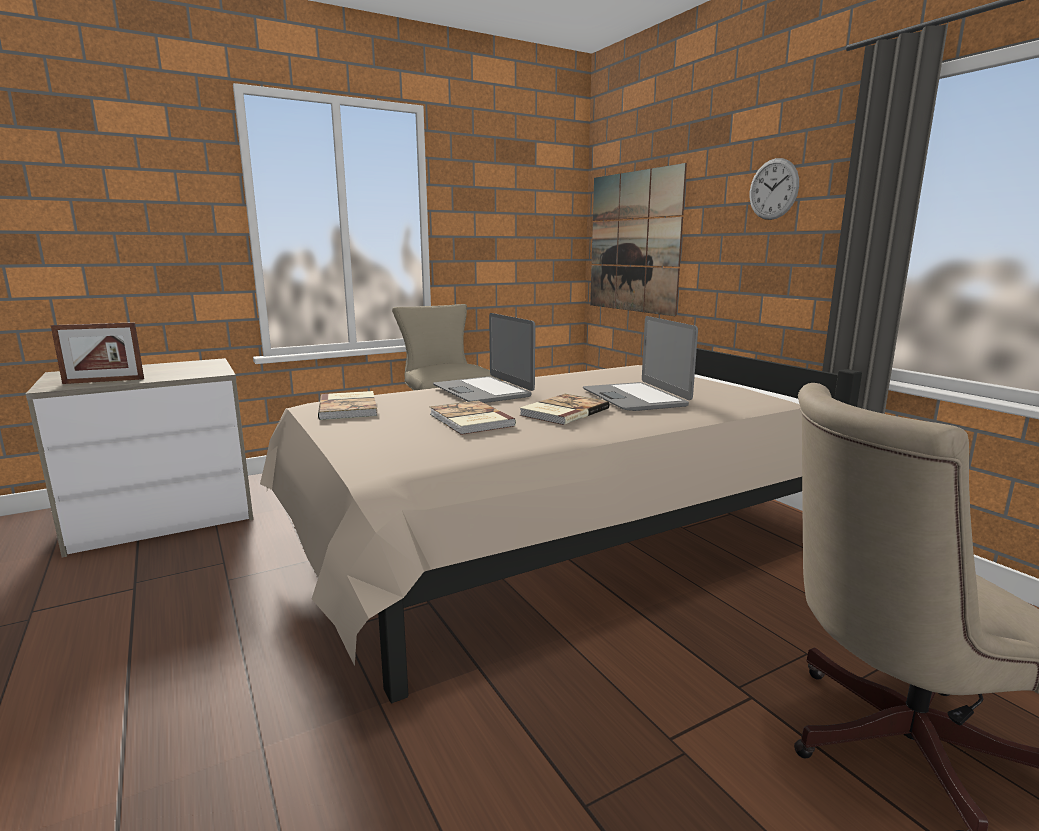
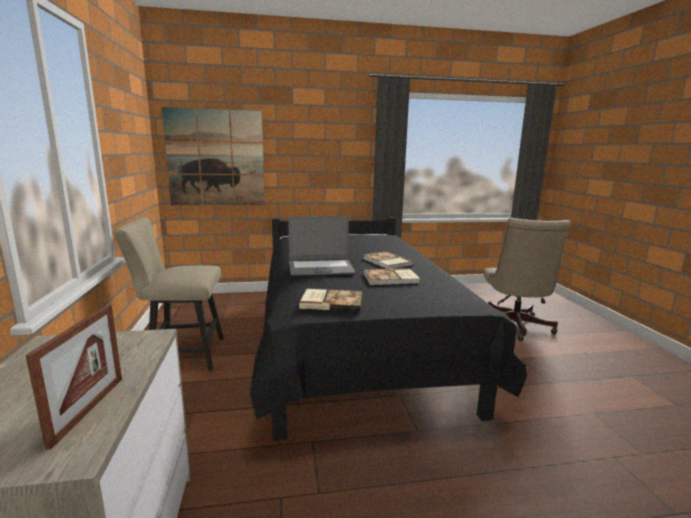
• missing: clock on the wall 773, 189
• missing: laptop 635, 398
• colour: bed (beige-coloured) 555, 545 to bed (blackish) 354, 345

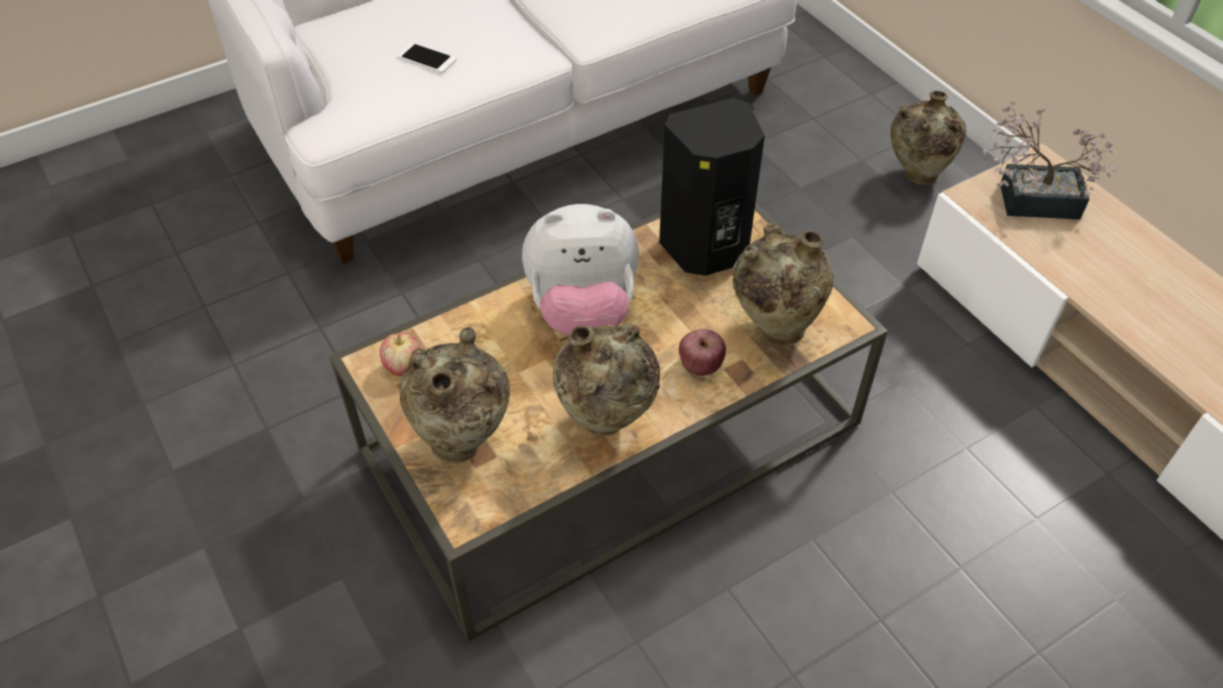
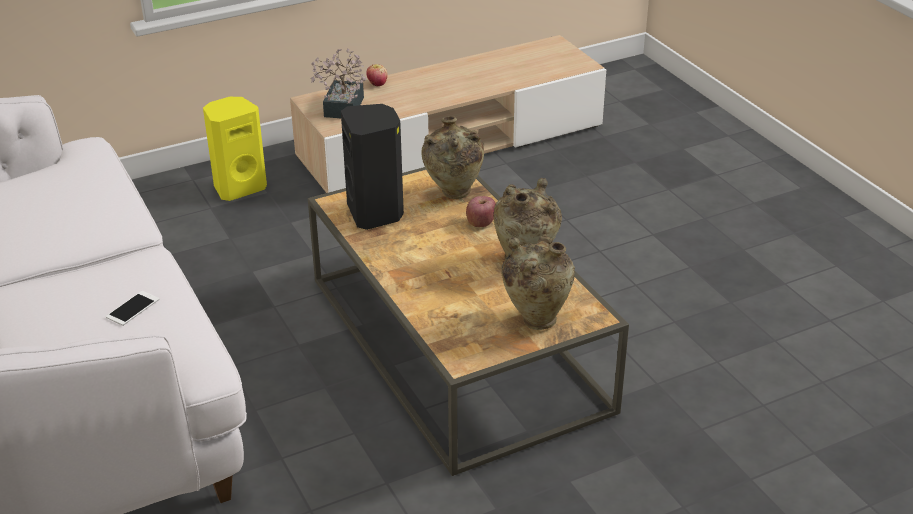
• exchanged: flower vase (beige-coloured) 915, 176 to speaker (yellow) 238, 187
• missing: plush toy 582, 311
• relocated: whole apple 403, 367 to 377, 84

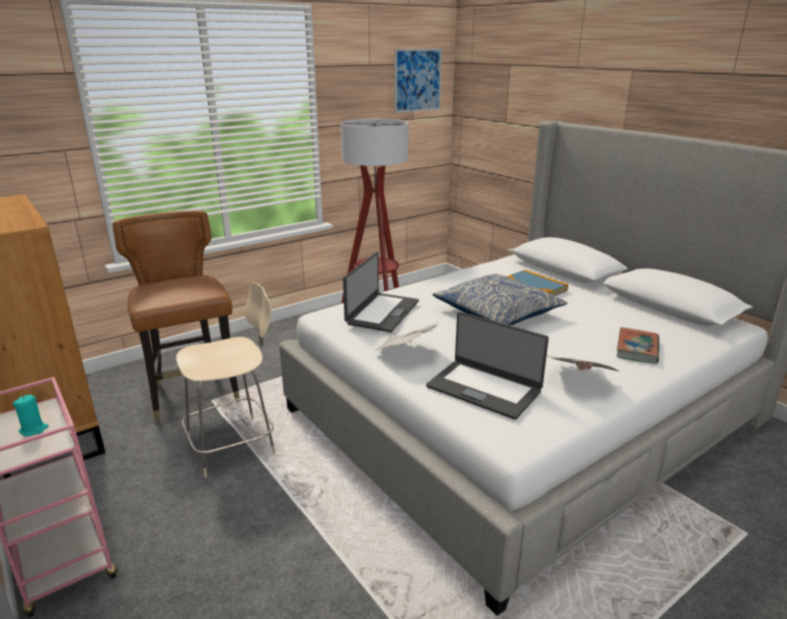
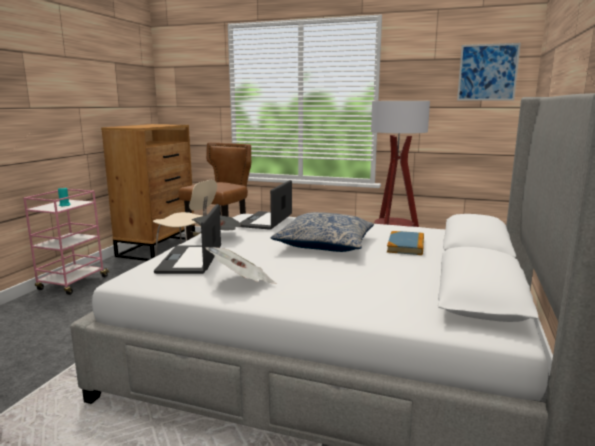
• spun: laptop 382, 312 = 266, 221 120 degrees clockwise
• missing: book 637, 349

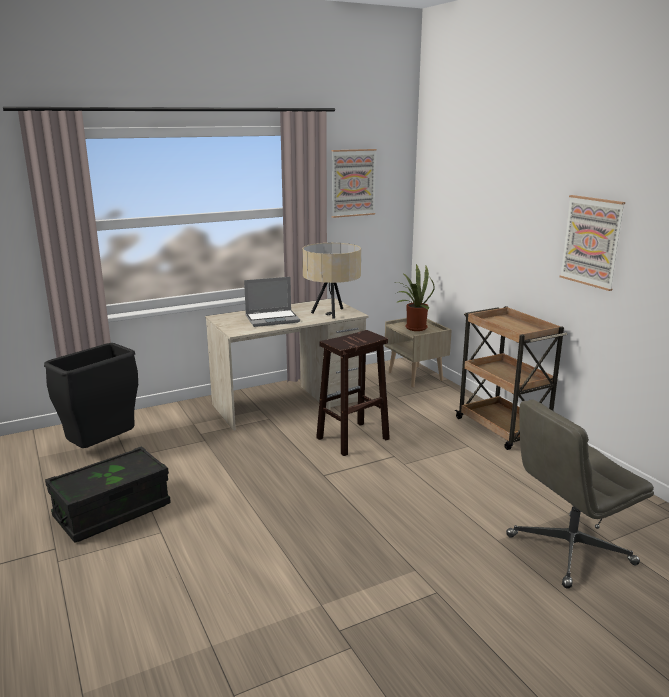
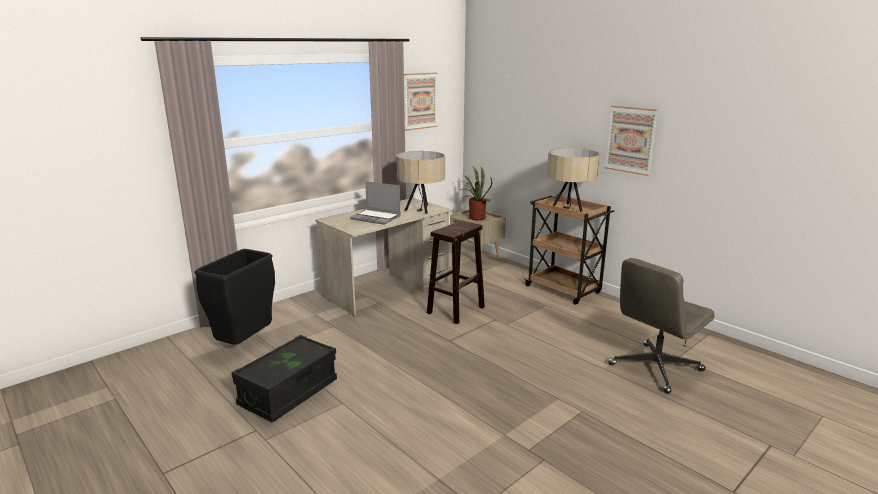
• spun: laptop 273, 319 = 376, 218 60 degrees clockwise
• appeared: table lamp (beige-coloured) 569, 209

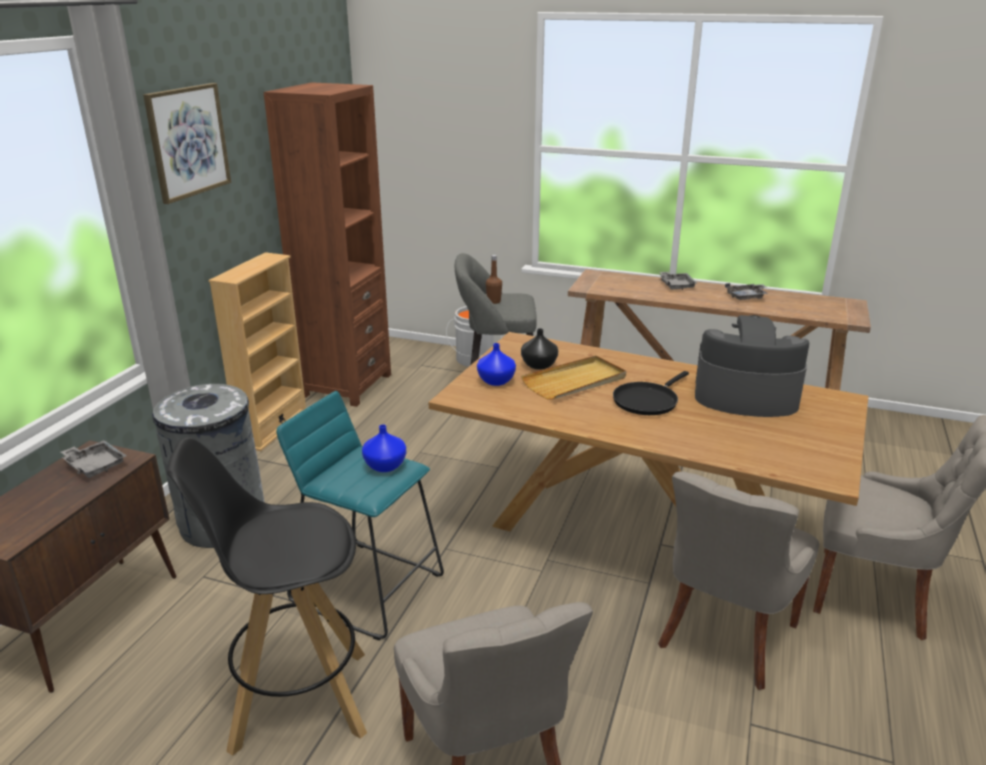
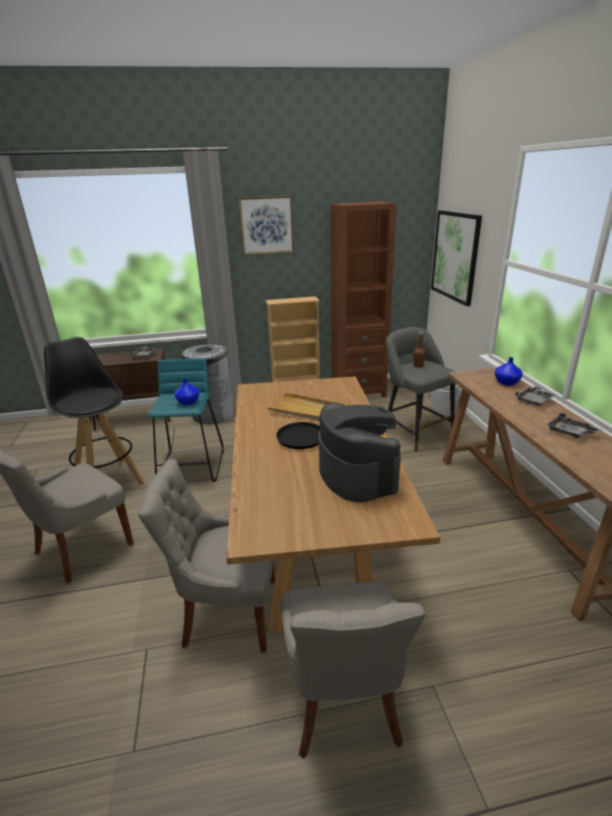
• missing: flower vase (blackish) 539, 365
• relocated: flower vase (bluish) 495, 381 to 506, 382
• appeared: wall art 455, 256

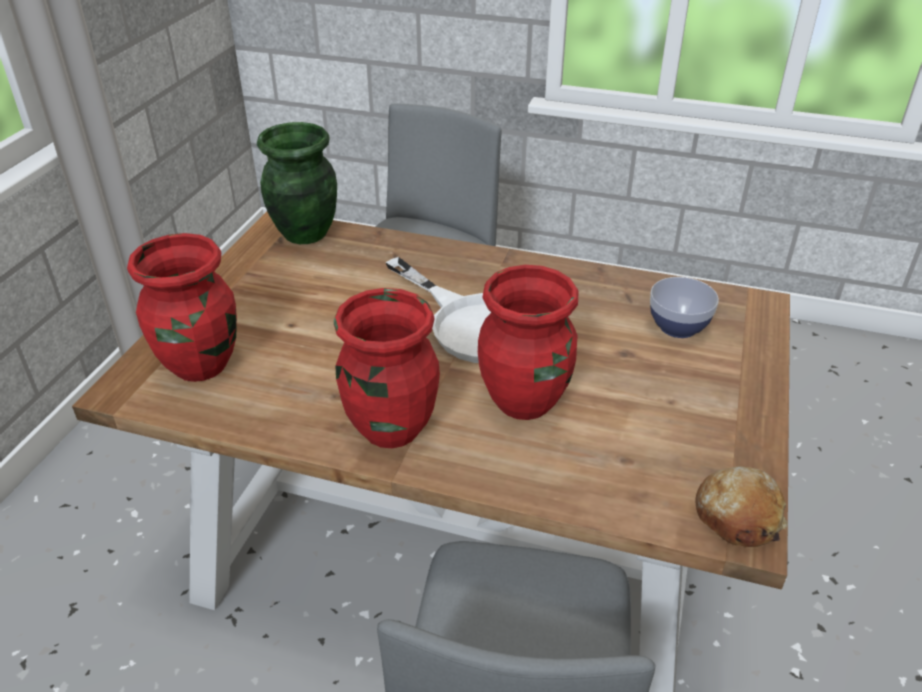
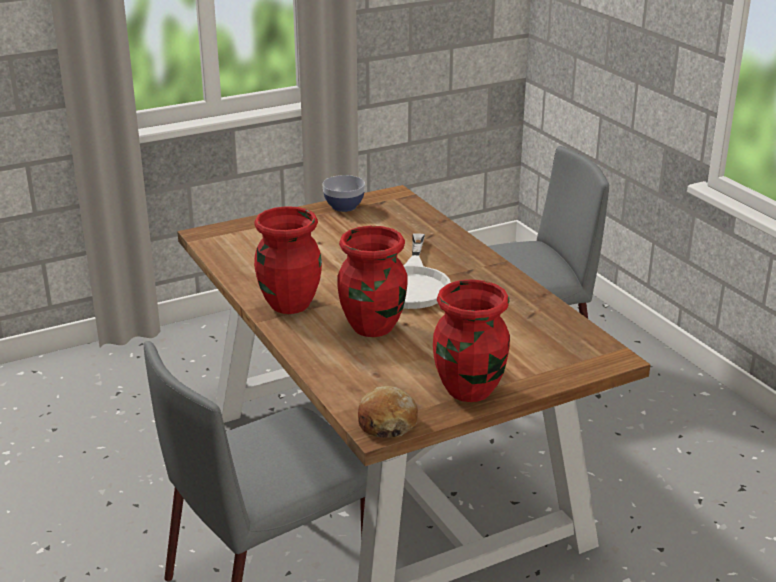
• missing: flower vase (greenish) 304, 234
• relocated: flower vase (red-coloured) 202, 365 to 470, 390
• relocated: serving bowl 678, 327 to 344, 206

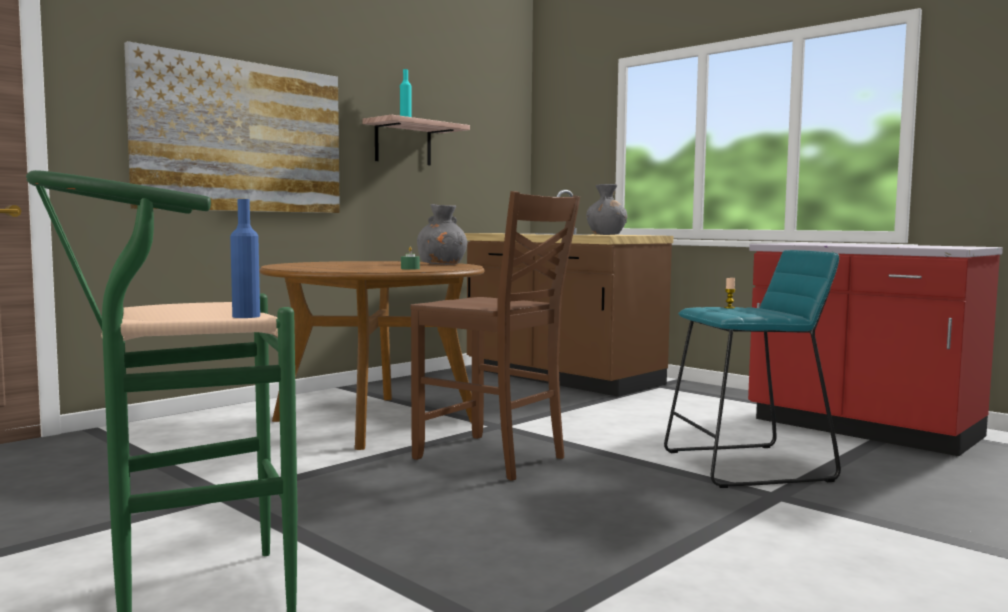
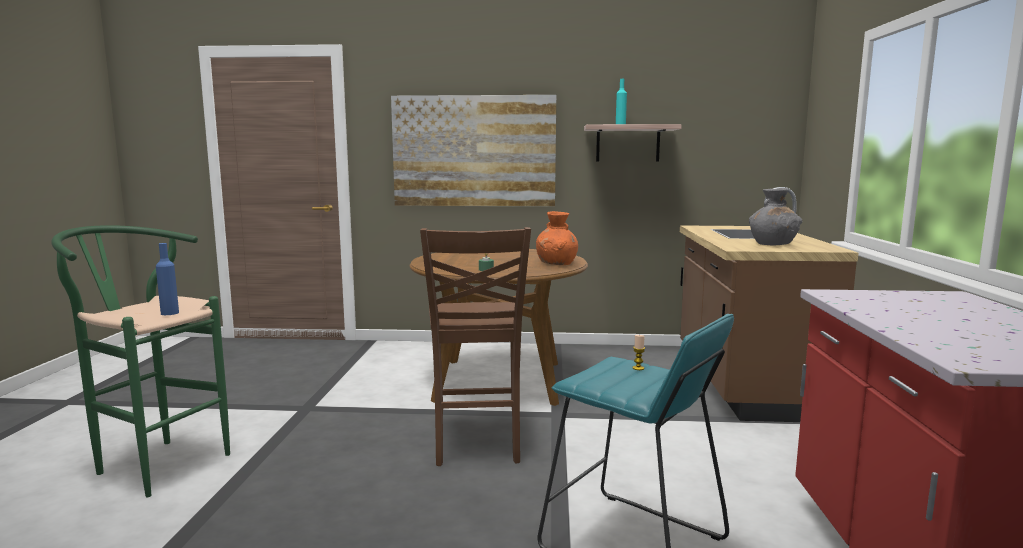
• colour: flower vase (greyish) 442, 264 to flower vase (orange-coloured) 557, 263

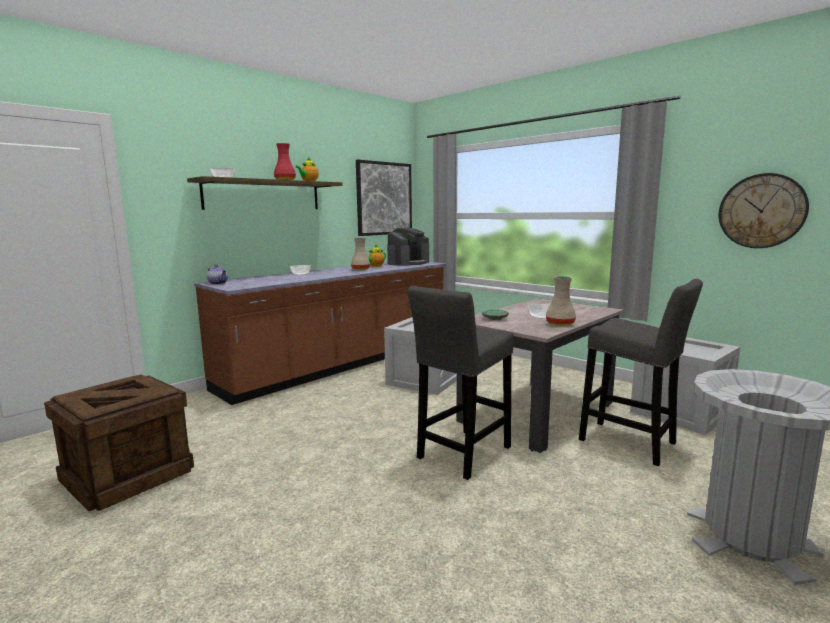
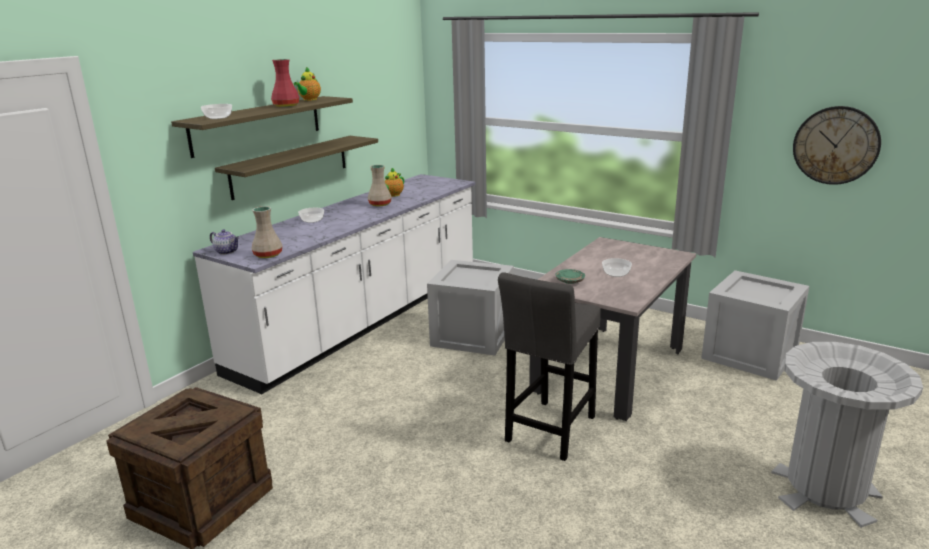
• missing: wall art 384, 198
• missing: coffee maker 408, 263
• colour: kitchen counter (brown-coloured) 342, 365 to kitchen counter (white) 364, 320
• relocated: flower vase (beige-coloured) 559, 324 to 267, 255
• missing: sitting stool (greyish) 632, 444
• appeared: bracket shelf 290, 166

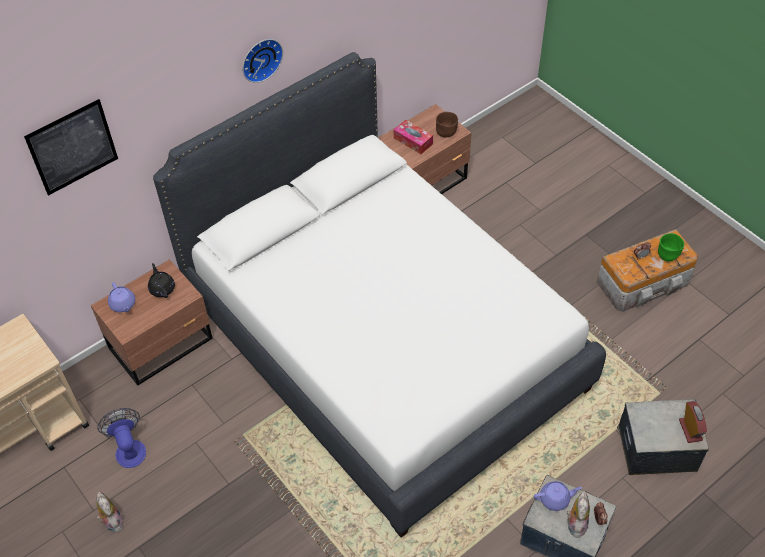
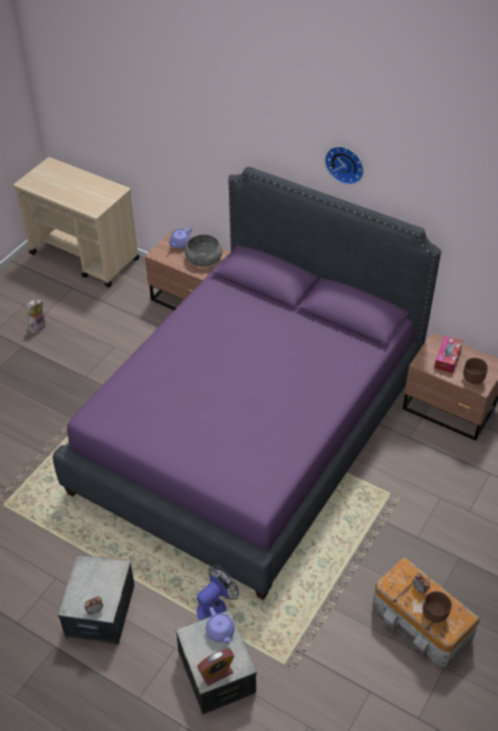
• colour: bed (white) 384, 344 to bed (purple) 250, 432
• missing: wall art 72, 147
• colour: serving bowl (greenish) 668, 255 to serving bowl (brown-coloured) 435, 615
• exchanged: pot for tea (blackish) 162, 288 to serving bowl (greyish) 203, 258
• relocated: cooling fan 129, 448 to 216, 606
• relocated: pot for tea (purple) 555, 499 to 220, 632
• missing: plush toy 575, 524

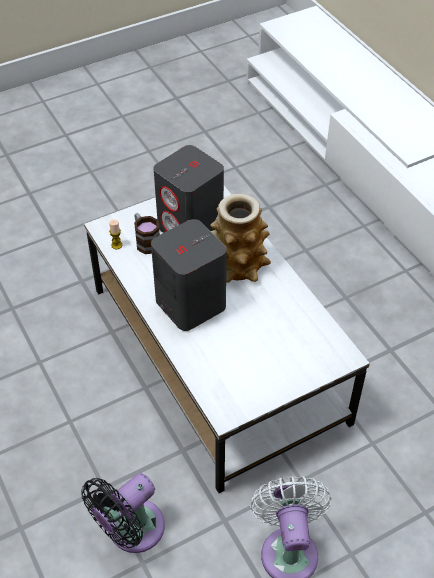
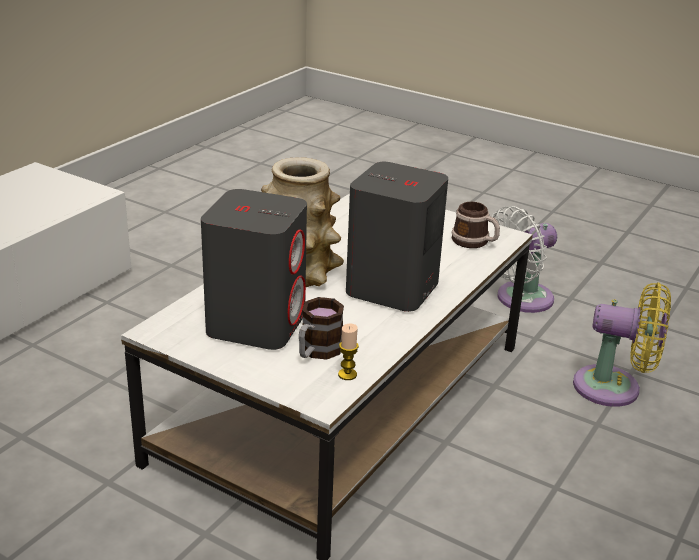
• colour: cooling fan (blackish) 131, 530 to cooling fan (yellow) 614, 388
• appeared: mug 474, 242

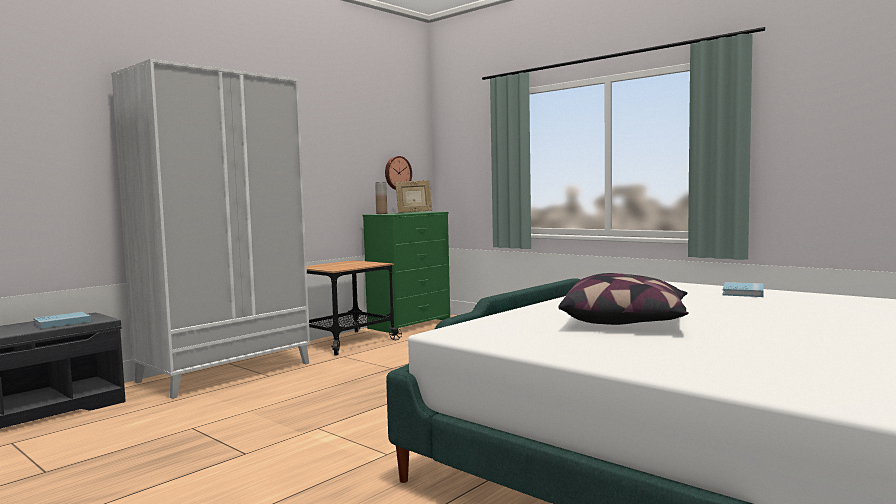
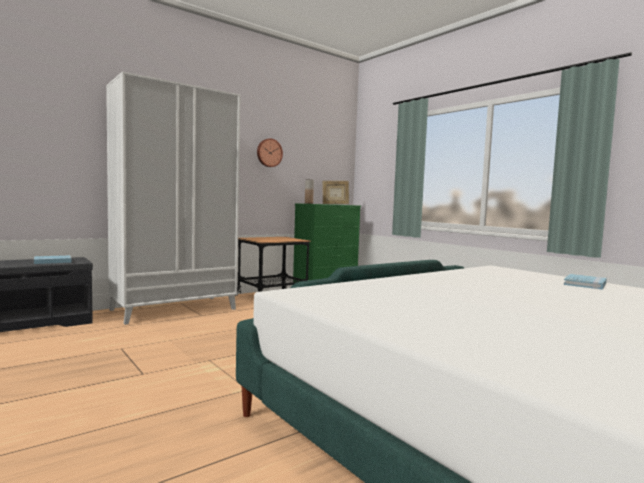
• relocated: clock on the wall 397, 173 to 269, 153
• missing: throw pillow 626, 322

